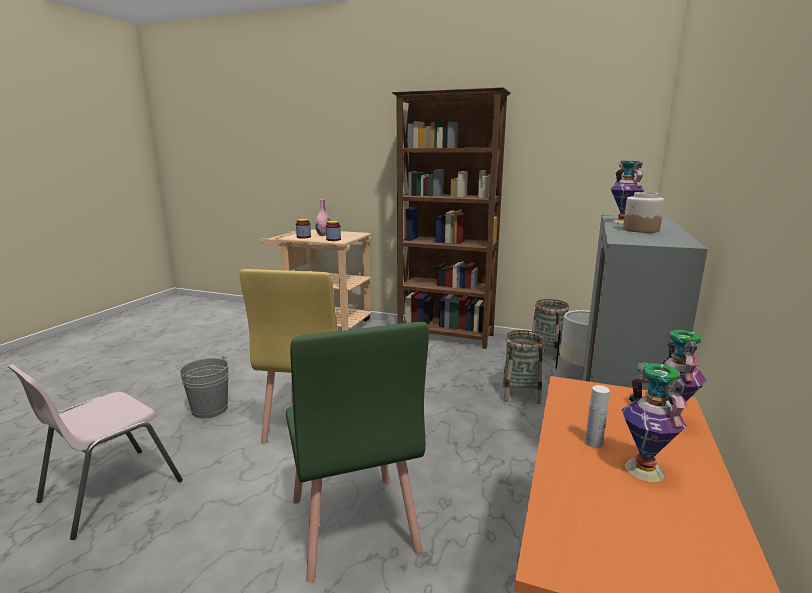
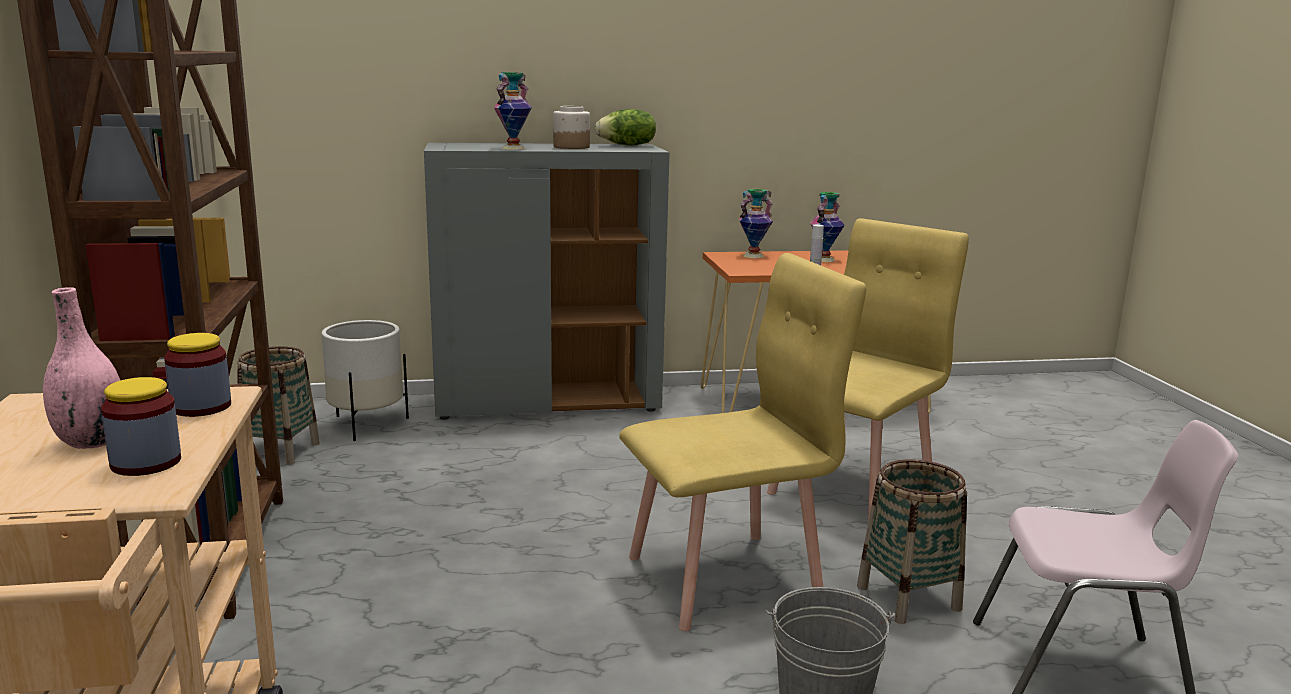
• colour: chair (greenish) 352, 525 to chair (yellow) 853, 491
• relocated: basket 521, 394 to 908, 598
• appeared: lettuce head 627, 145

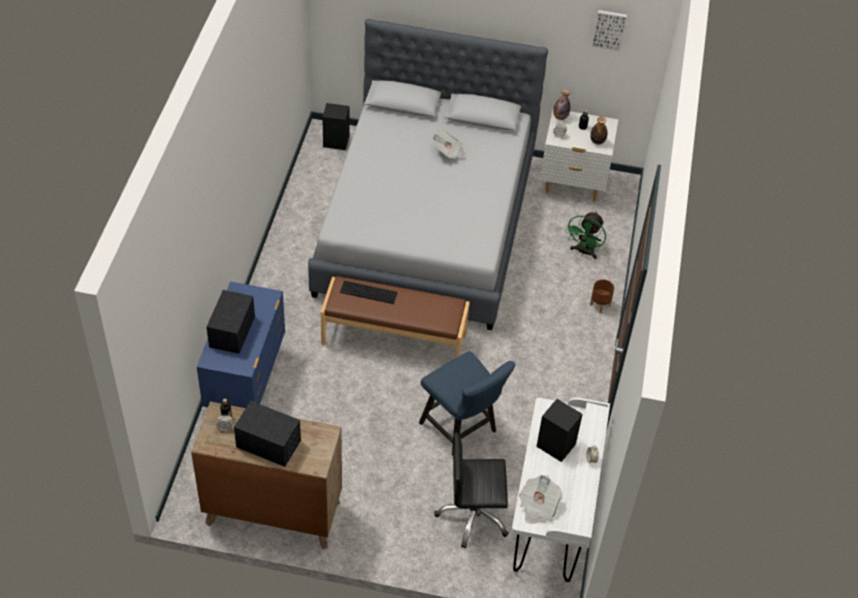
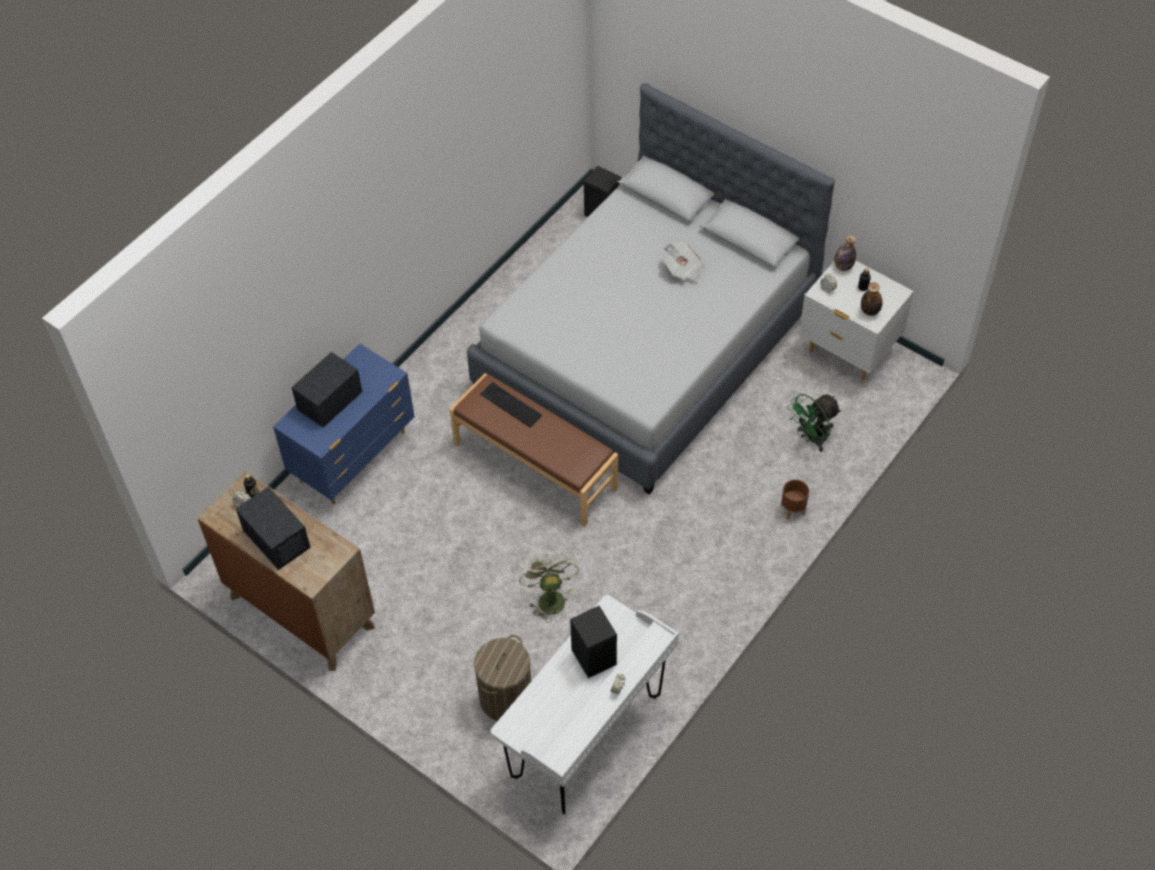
• missing: wall art 609, 29
• exchanged: chair (bluish) 462, 430 to cooling fan (greenish) 549, 597
• exchanged: office chair (blackish) 473, 515 to hamper 506, 698
• missing: daily paper 538, 507

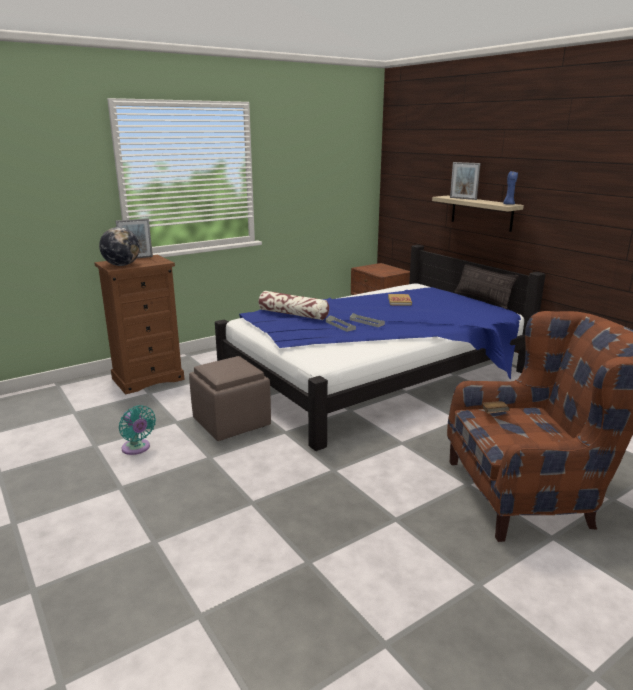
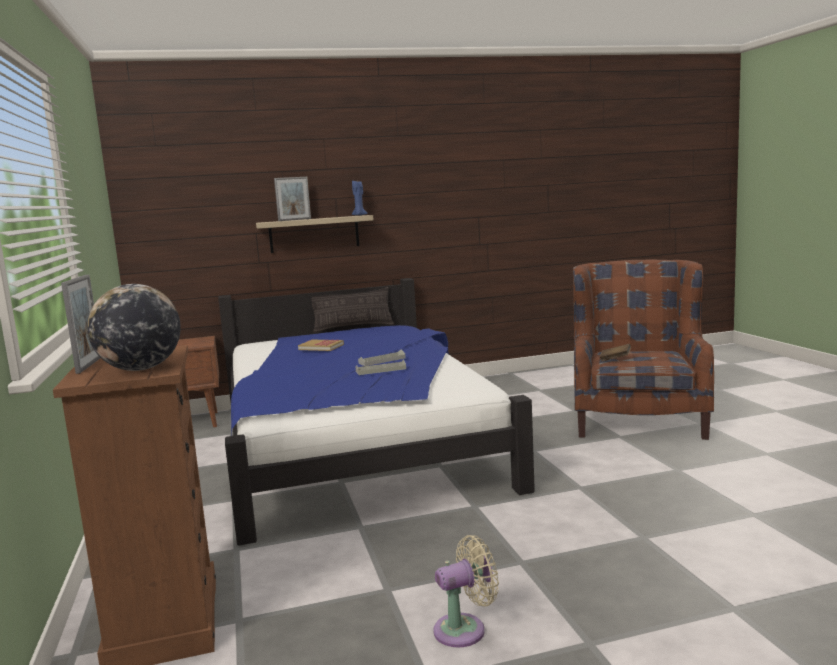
• missing: throw pillow 293, 314
• missing: ottoman (brown-coloured) 232, 422
• colour: cooling fan (turquoise) 137, 448 to cooling fan (beige-coloured) 465, 629

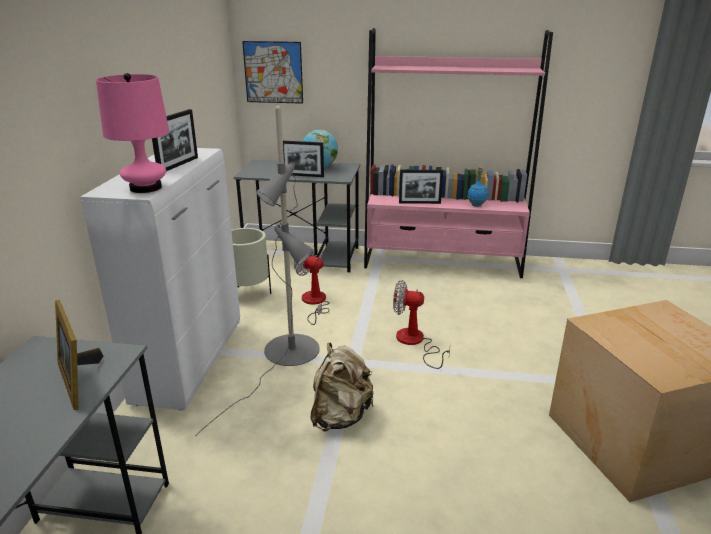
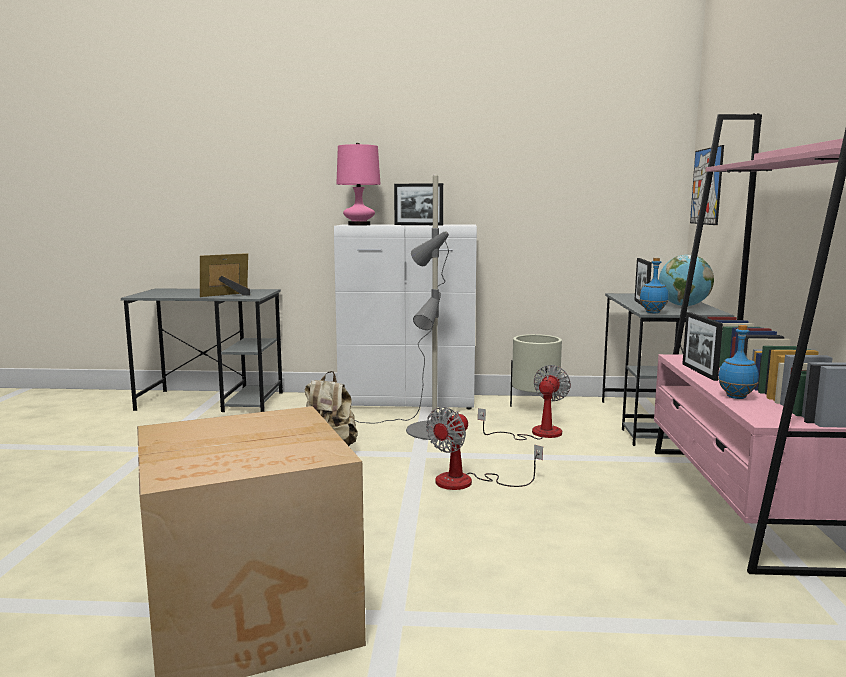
• spun: cooling fan 415, 342 = 468, 482 150 degrees counterclockwise
• appeared: beverage bottle (bluish) 653, 312

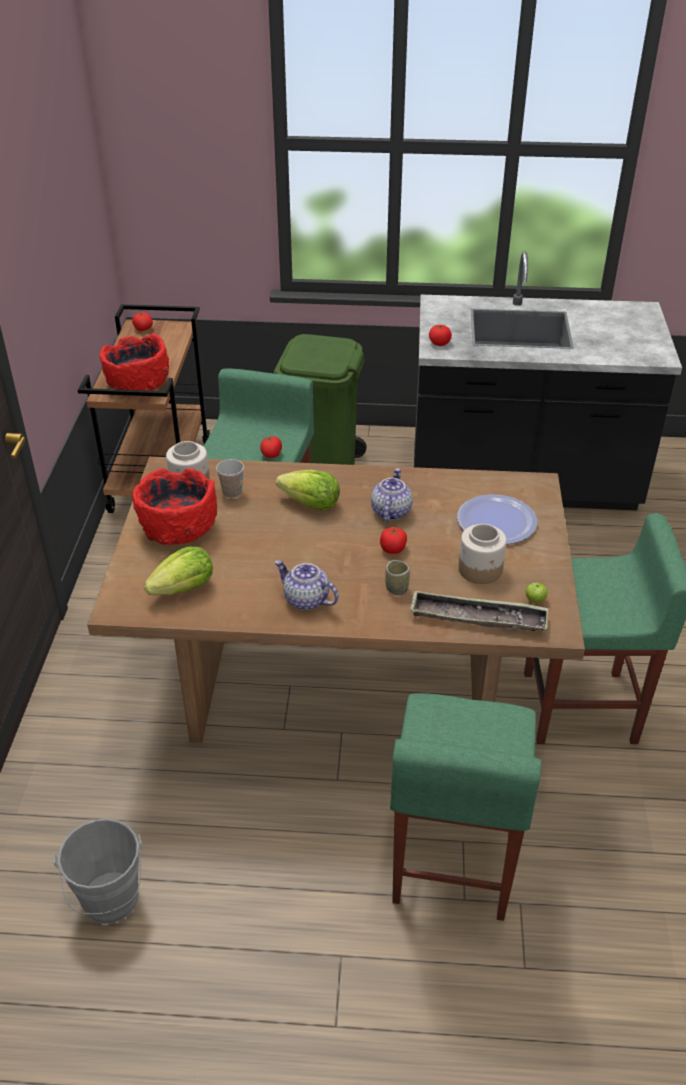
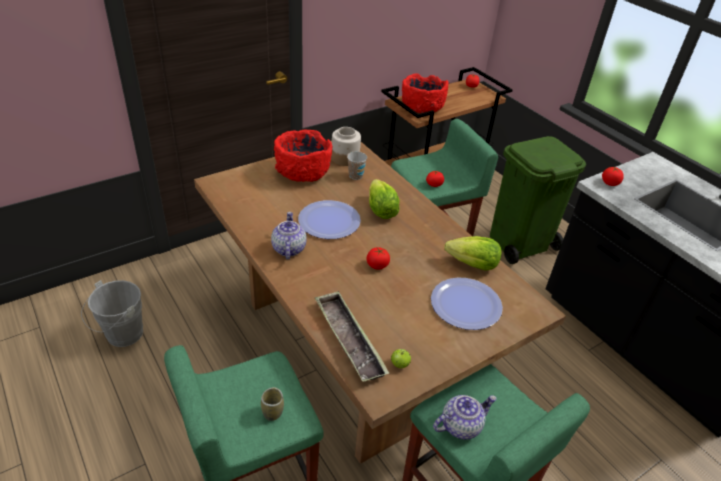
• relocated: pot for tea 390, 511 to 461, 425
• missing: preserve jar 480, 569
• relocated: lettuce head 184, 588 to 473, 265
• relocated: small cup 396, 589 to 272, 412
• appeared: flat dish 329, 221

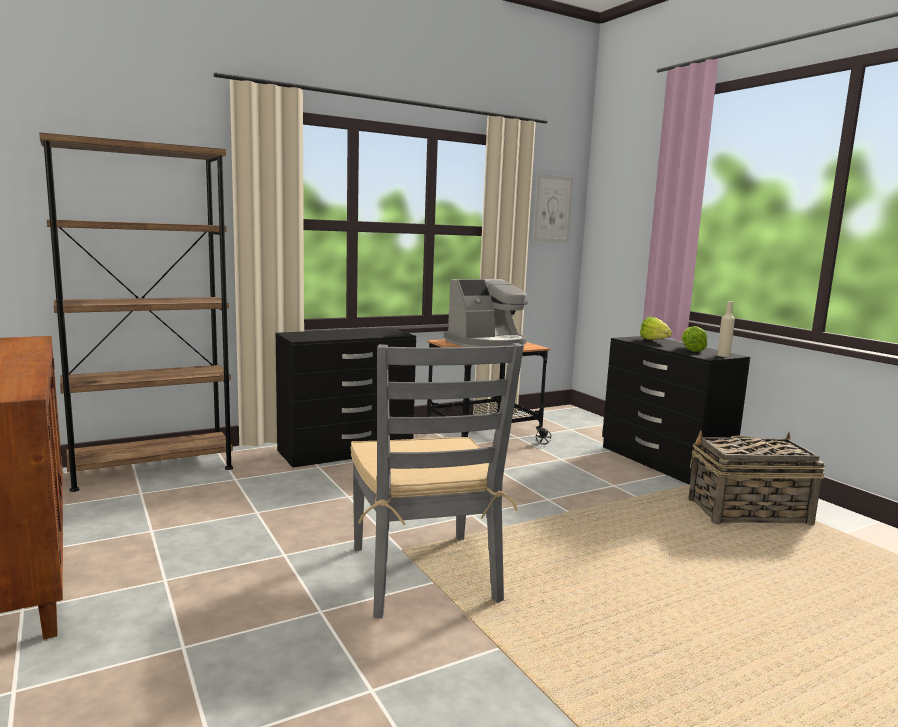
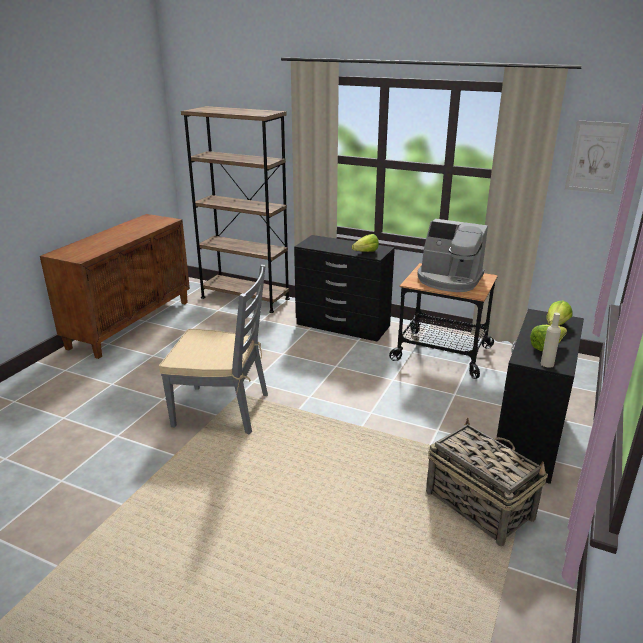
• spun: chair (greyish) 424, 574 = 222, 409 120 degrees counterclockwise
• appeared: lettuce head 363, 252

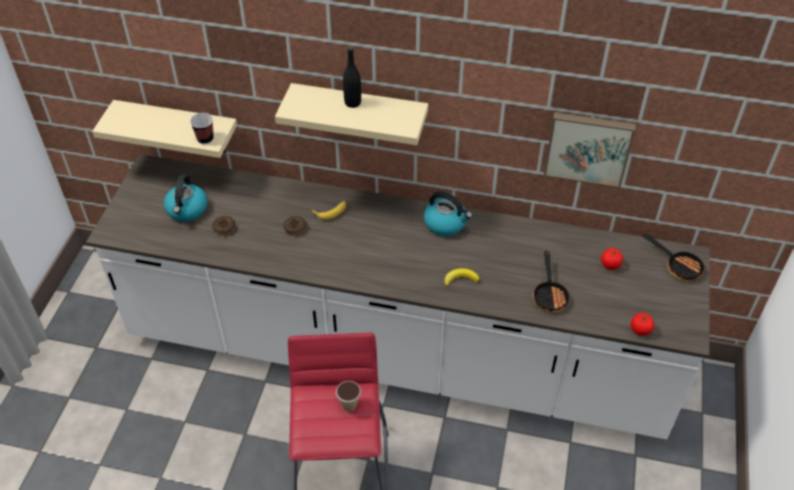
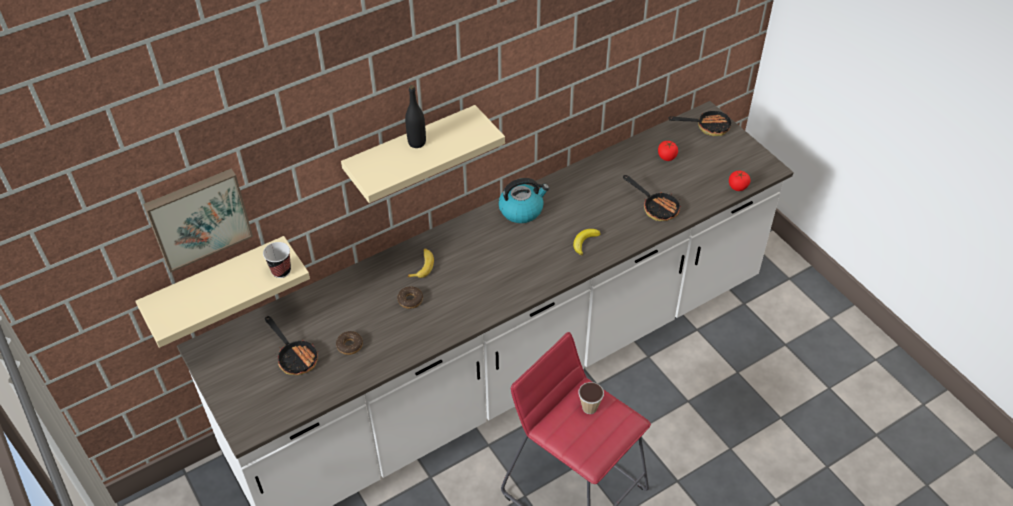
• relocated: wall art 588, 147 to 198, 217
• exchanged: kettle 187, 210 to pan 295, 356

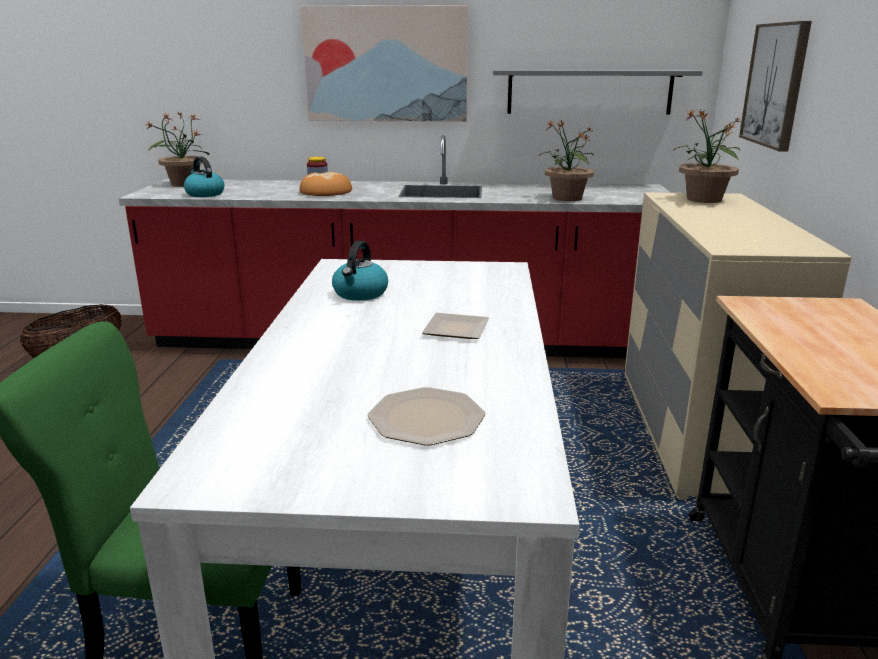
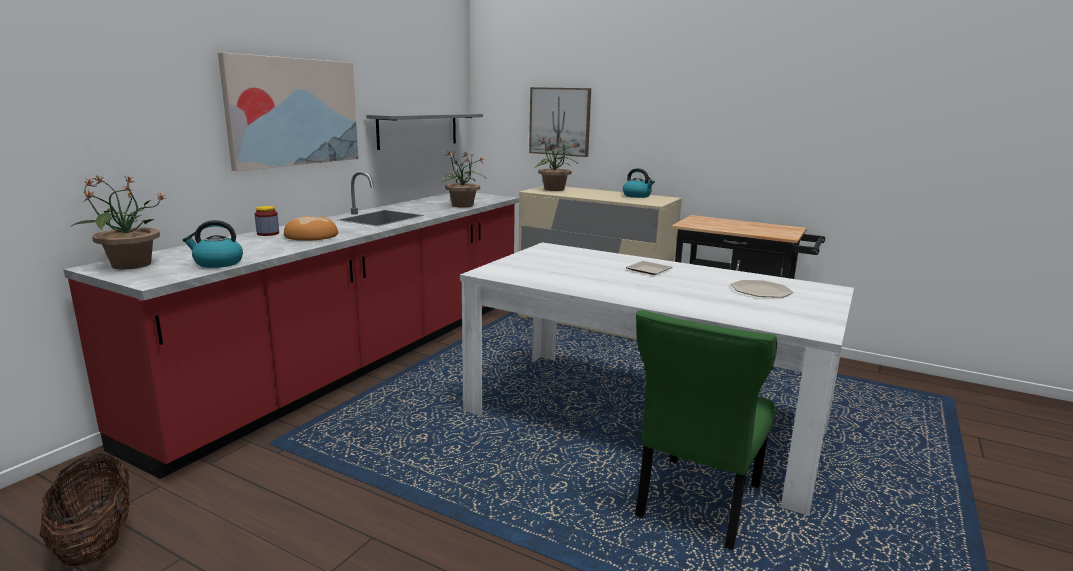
• relocated: kettle 360, 294 to 637, 196

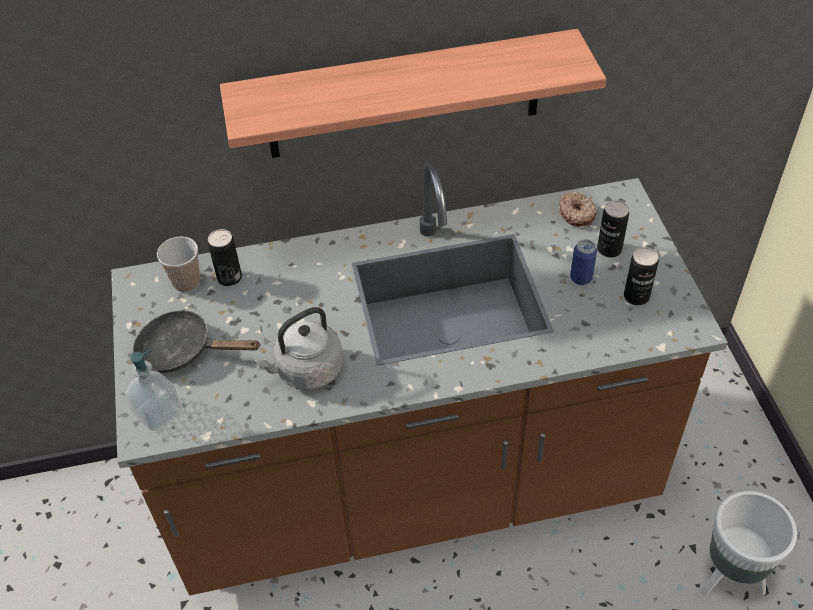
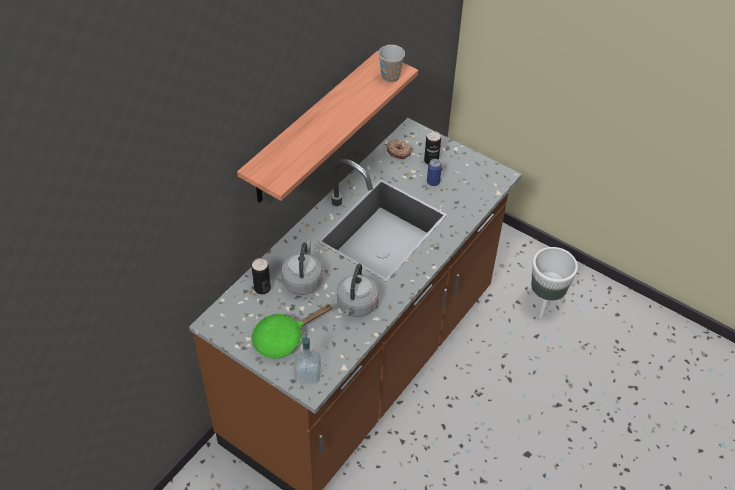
• relocated: small cup 186, 282 to 390, 77
• missing: can 636, 296
• colour: pan (blackish) 183, 351 to pan (greenish) 283, 338
• appeared: kettle (greyish) 303, 280

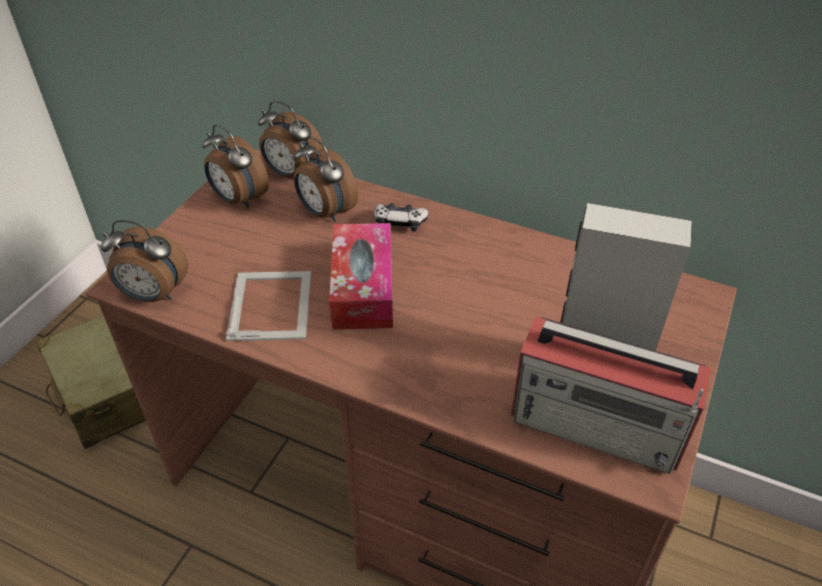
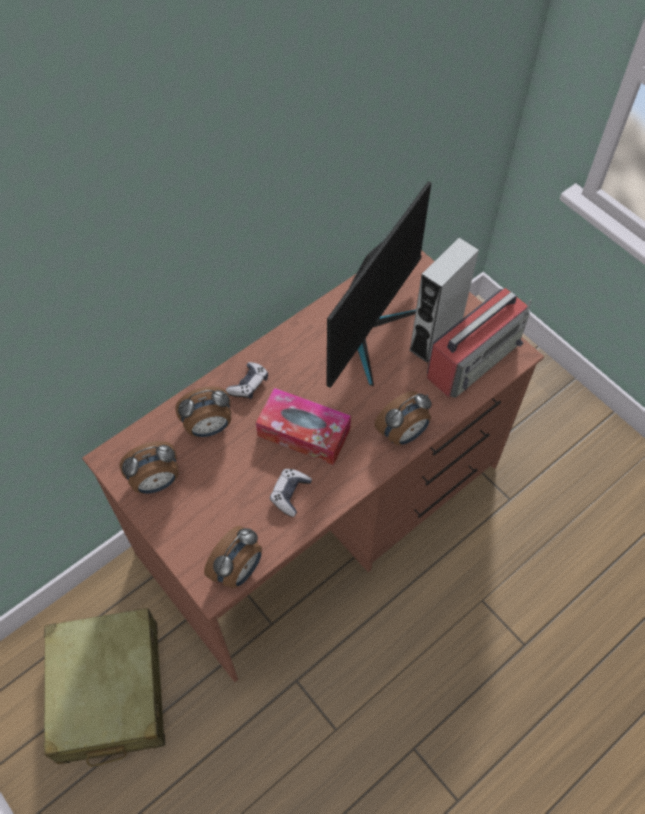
• relocated: alarm clock 292, 174 to 403, 434
• exchanged: photo frame 271, 304 to game controller 290, 494
• appeared: computer display 370, 332

